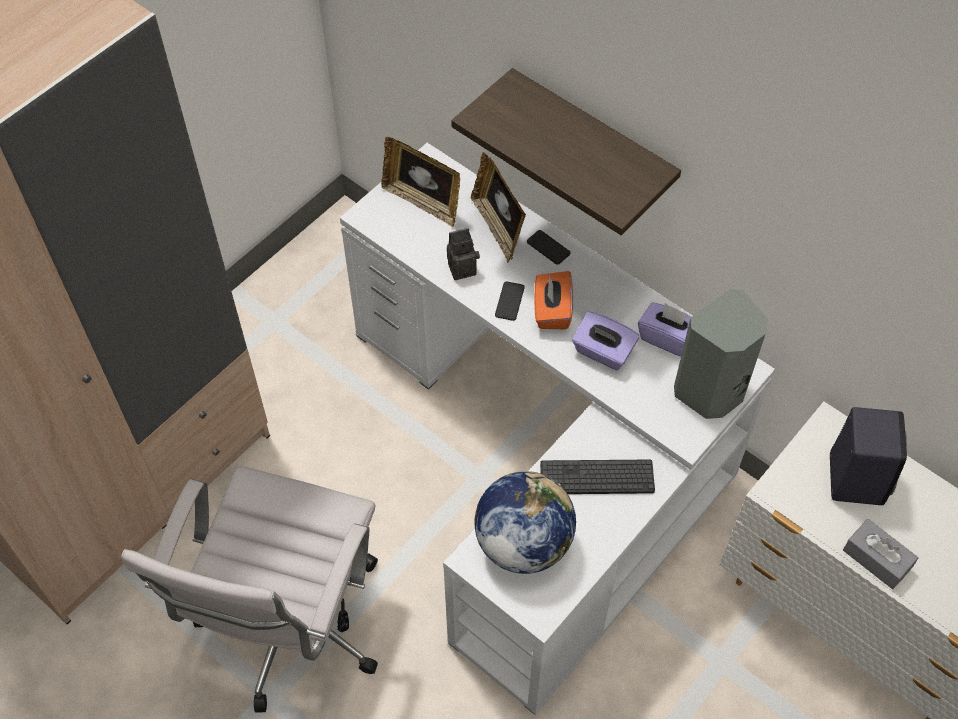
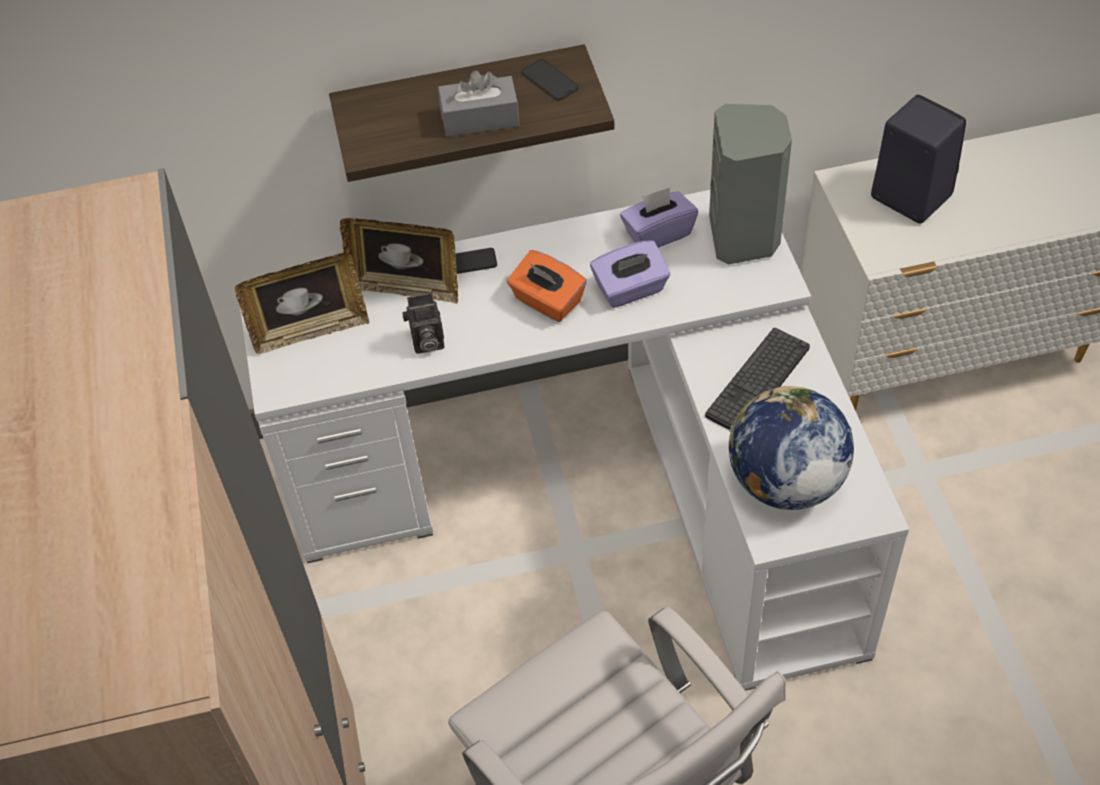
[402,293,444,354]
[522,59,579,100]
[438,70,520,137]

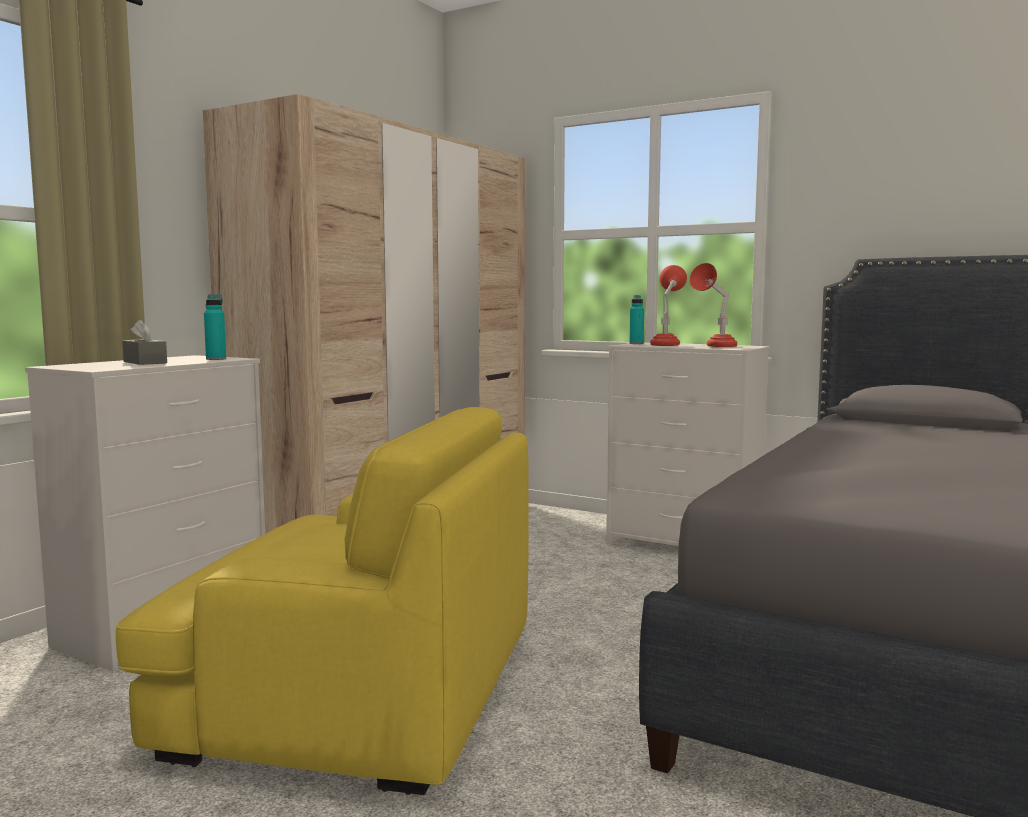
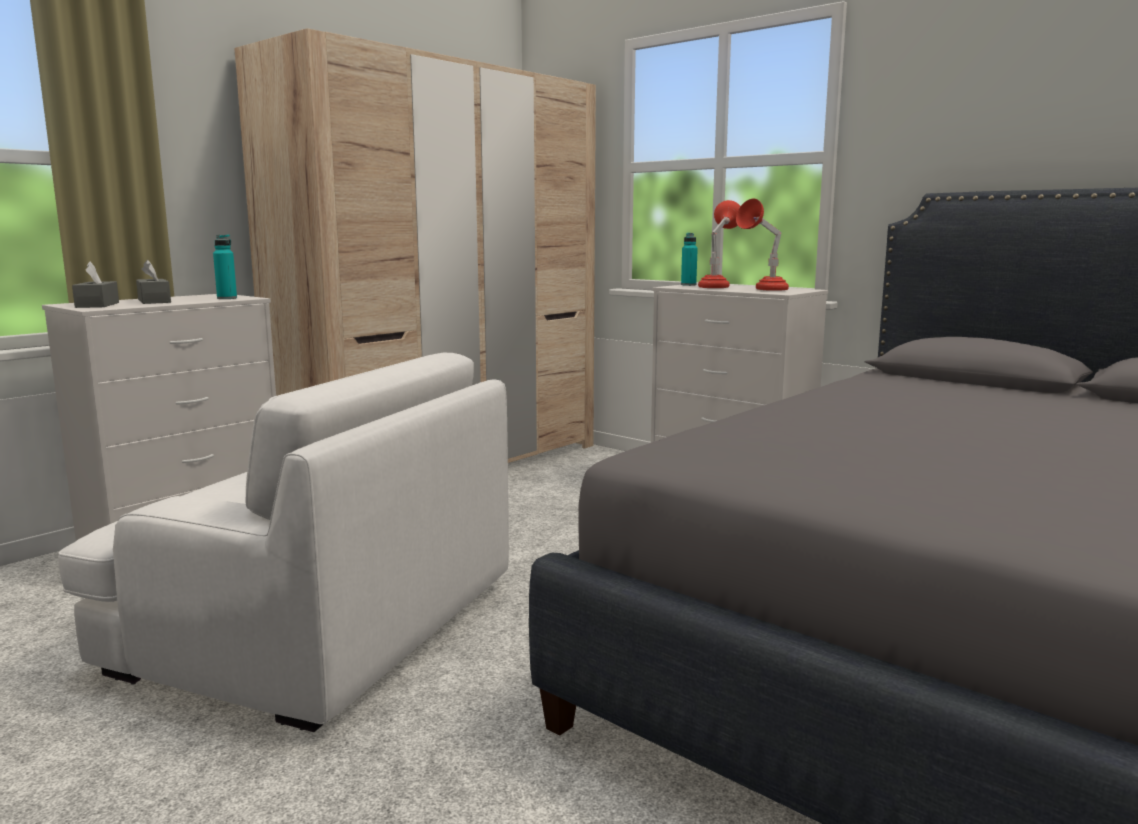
[58,353,509,732]
[72,262,119,308]

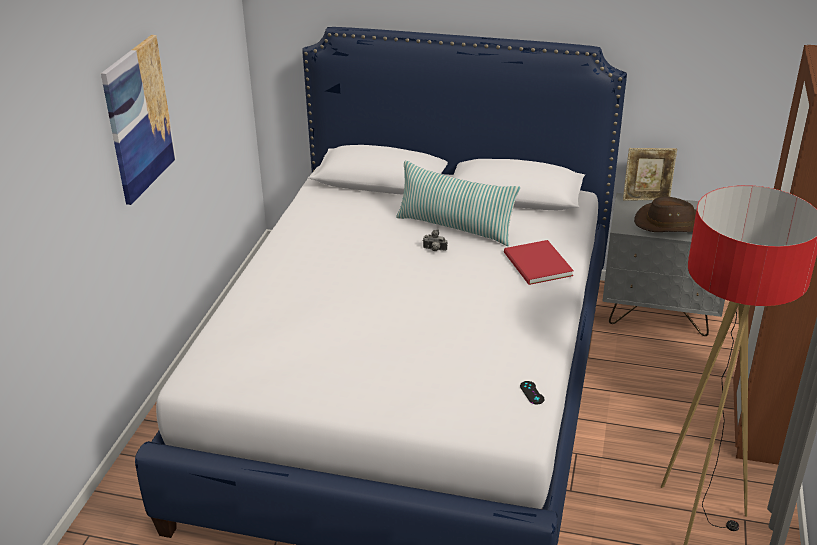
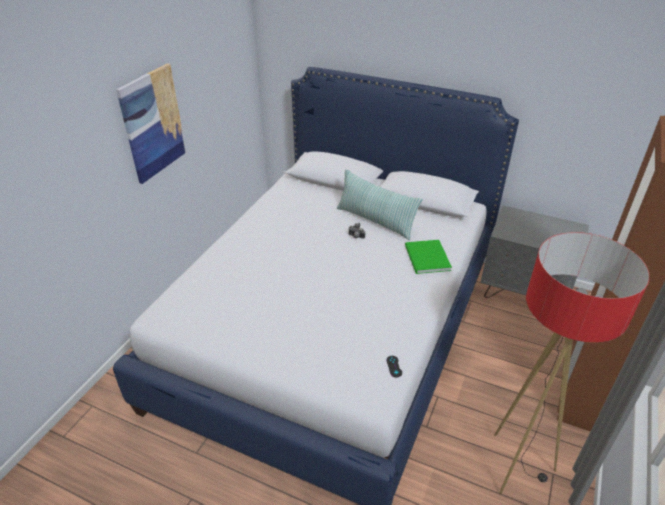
[405,240,452,274]
[623,148,677,201] (first image)
[634,197,696,232] (first image)

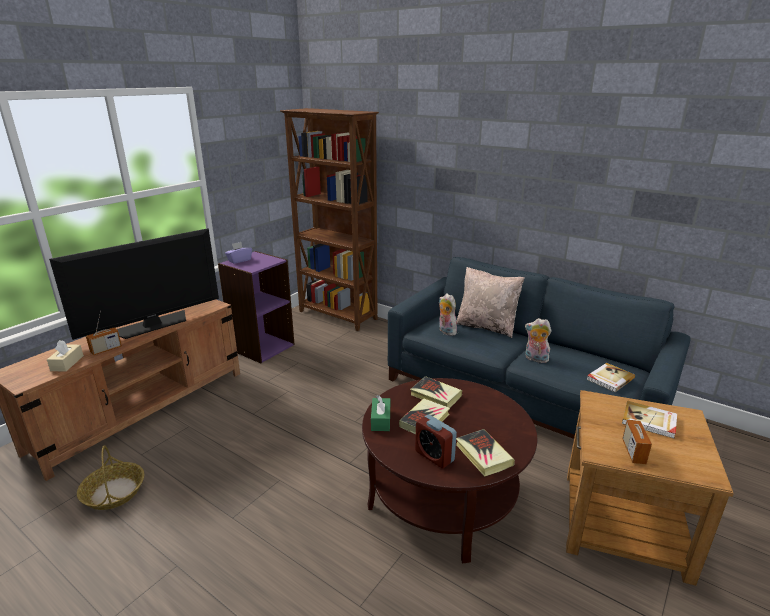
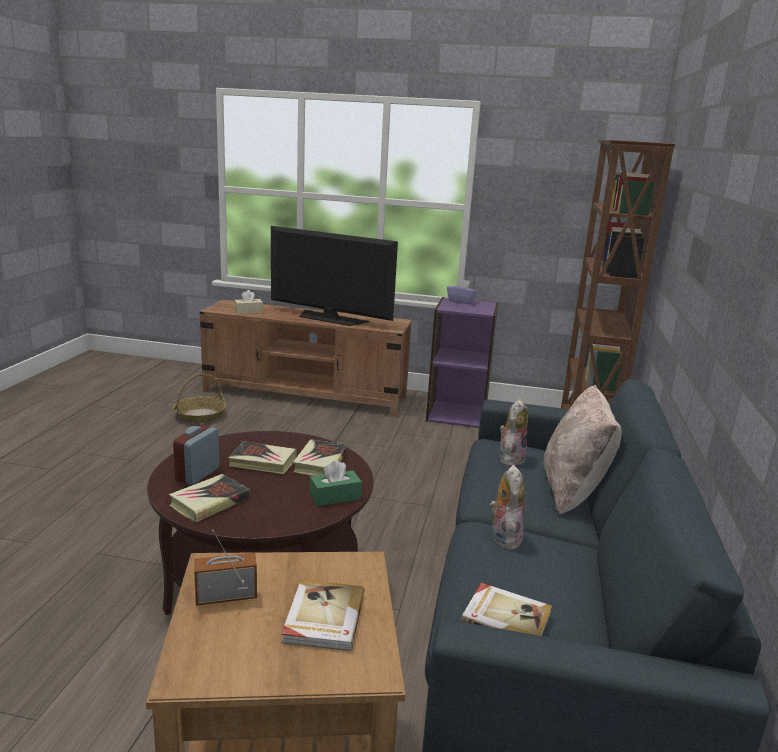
[86,311,122,355] (first image)
[310,460,362,506]

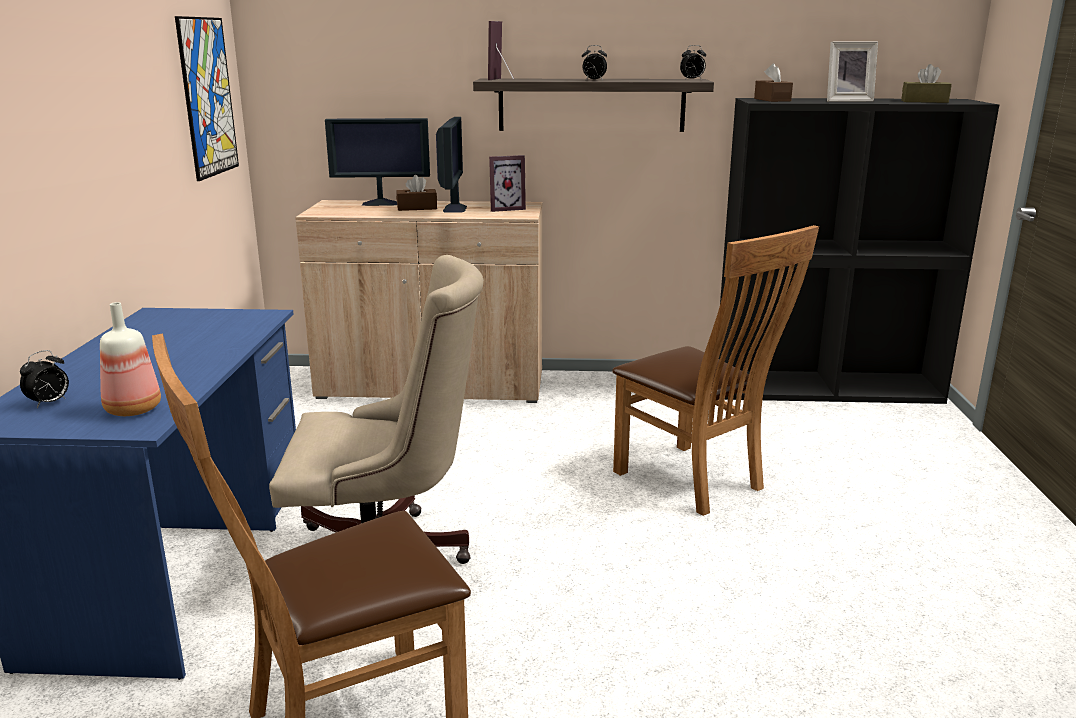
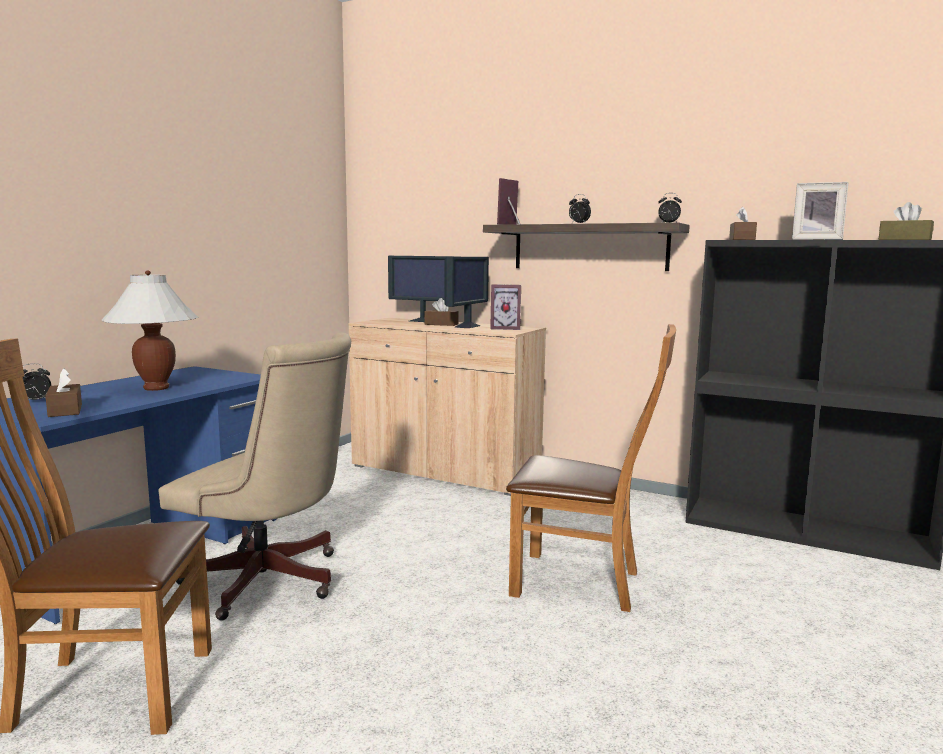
[45,368,82,417]
[175,16,239,181] (first image)
[506,324,676,612]
[102,270,199,391]

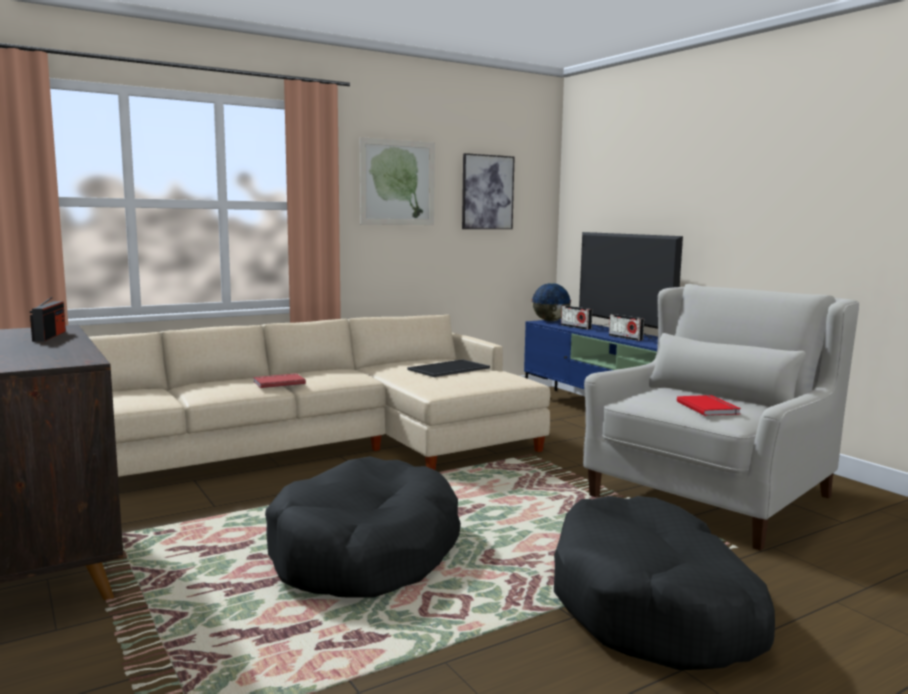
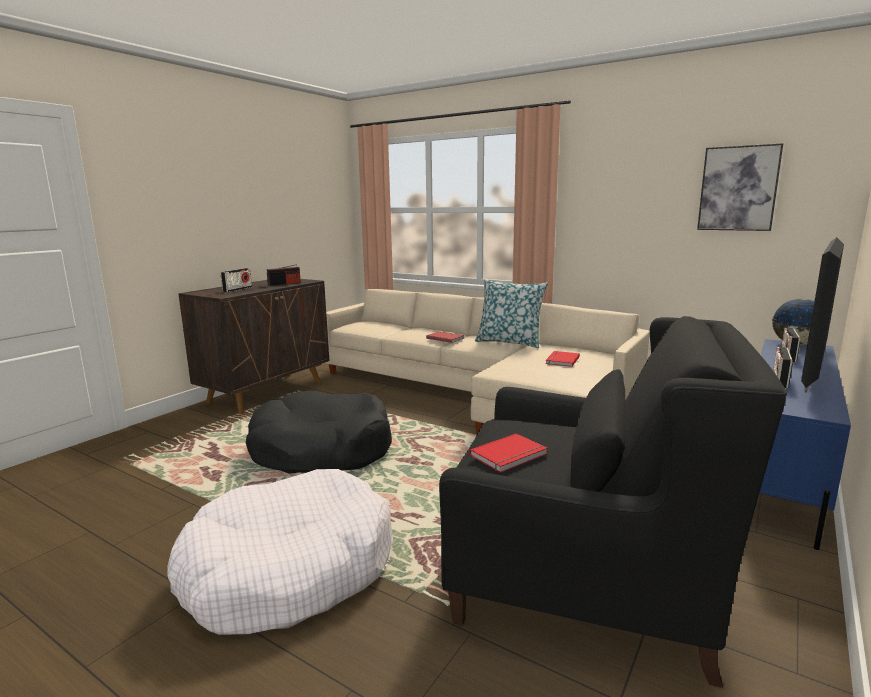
[360,137,435,225] (first image)
[546,351,580,367]
[167,469,393,635]
[439,316,788,688]
[221,268,252,292]
[475,279,548,348]

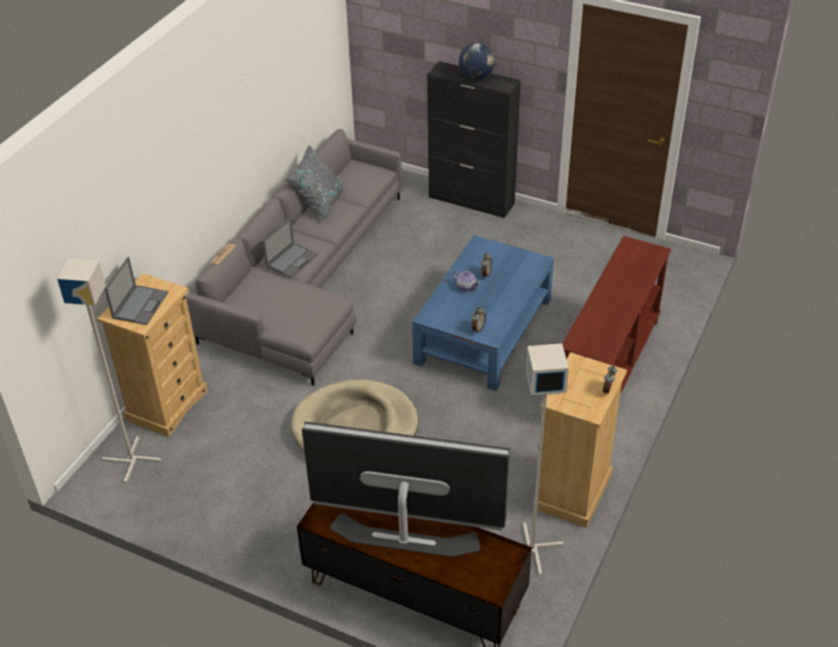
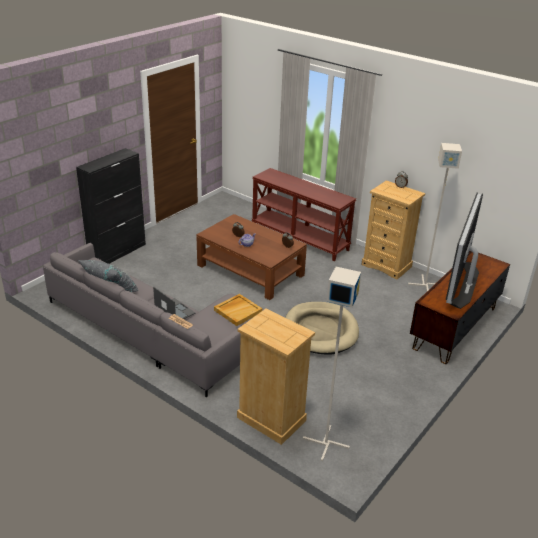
[105,257,168,325] (first image)
[196,214,307,300]
[459,43,495,80] (first image)
[214,294,262,326]

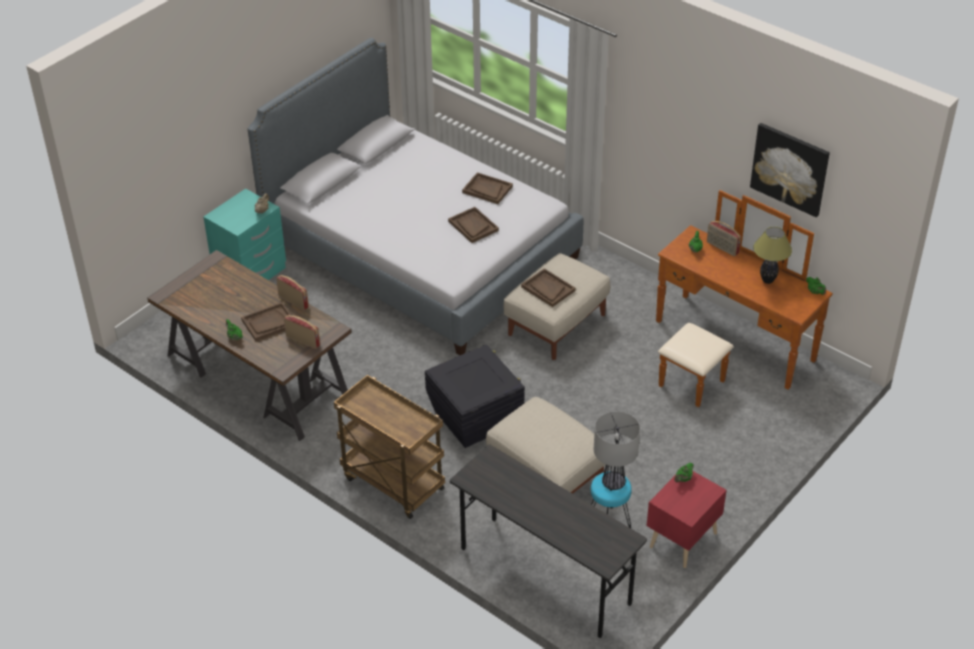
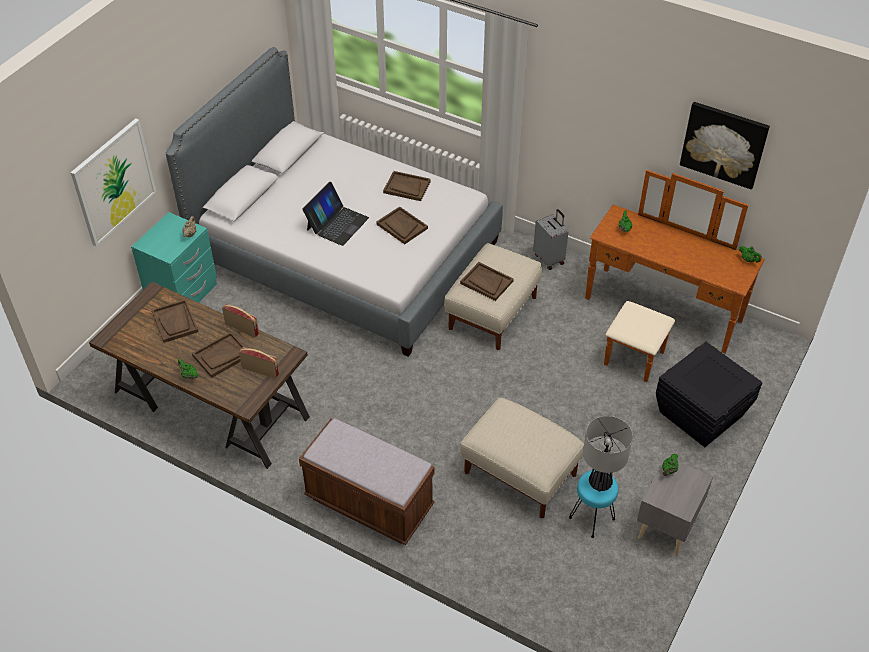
[299,418,435,545]
[656,342,762,447]
[450,444,647,638] (first image)
[637,456,713,556]
[707,221,741,256] (first image)
[753,227,792,284] (first image)
[71,118,157,247]
[151,299,199,343]
[302,182,369,246]
[533,209,569,270]

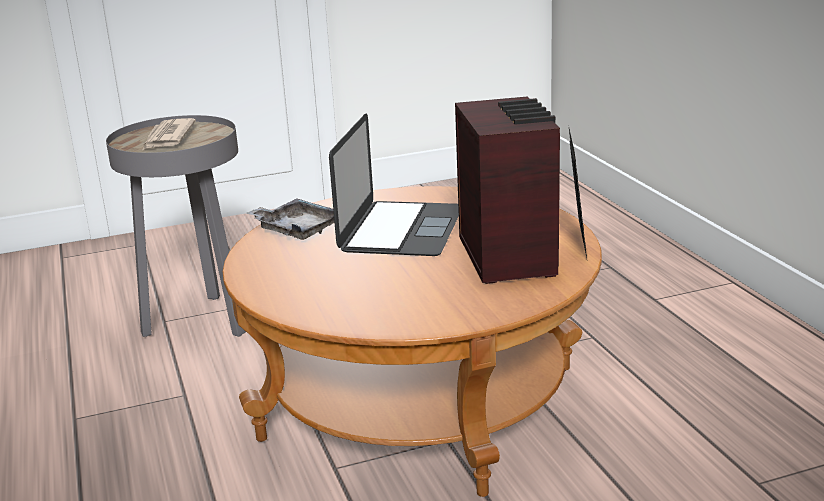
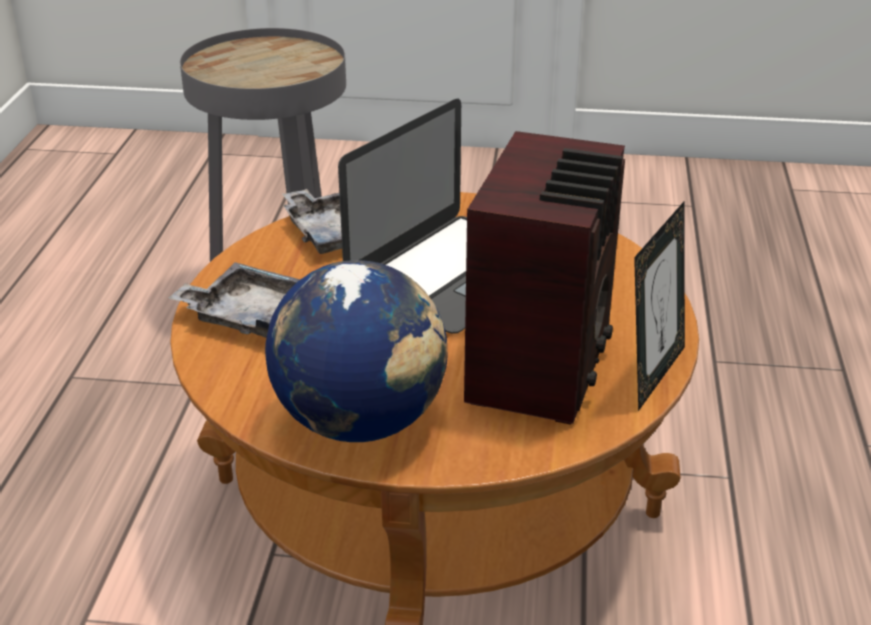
[142,118,196,150] (first image)
[168,262,300,338]
[265,260,447,442]

